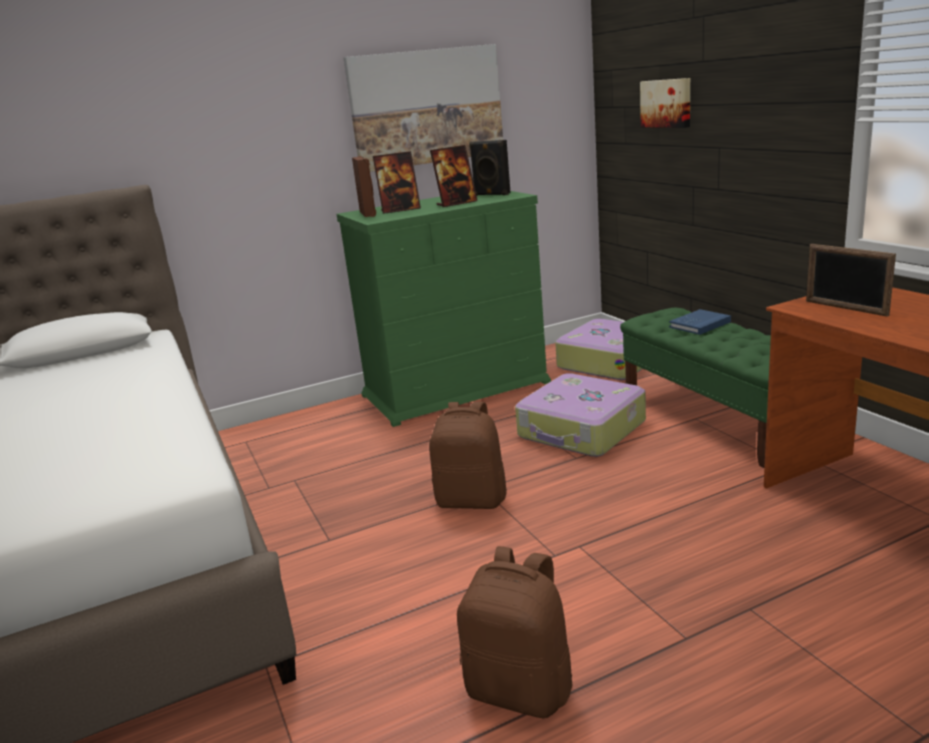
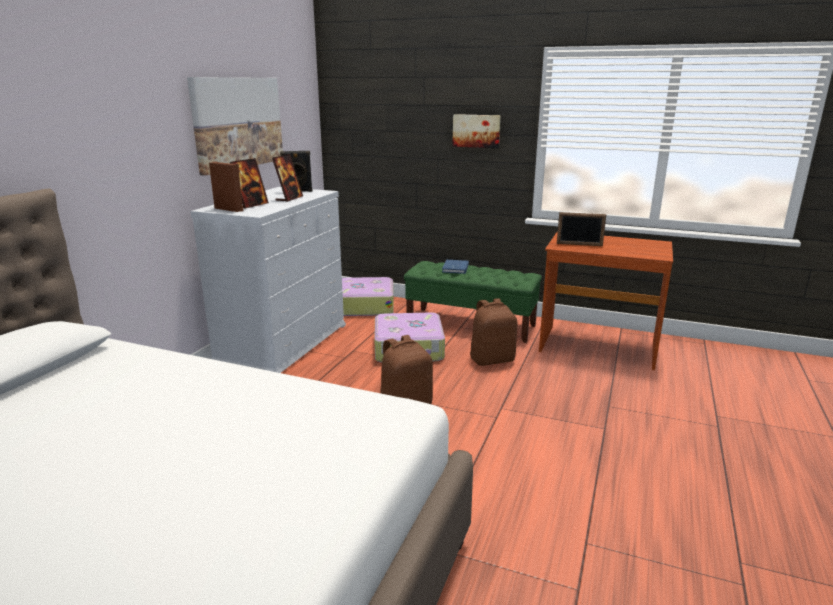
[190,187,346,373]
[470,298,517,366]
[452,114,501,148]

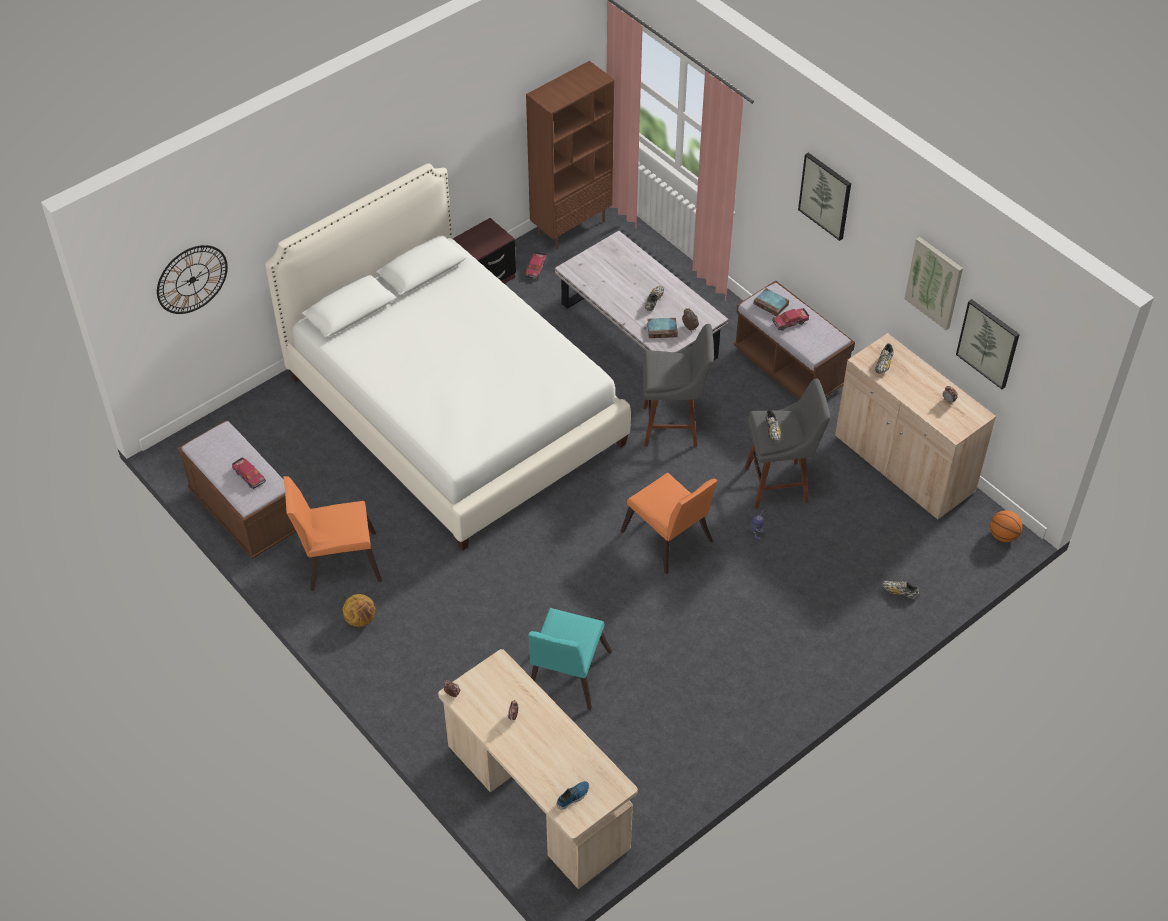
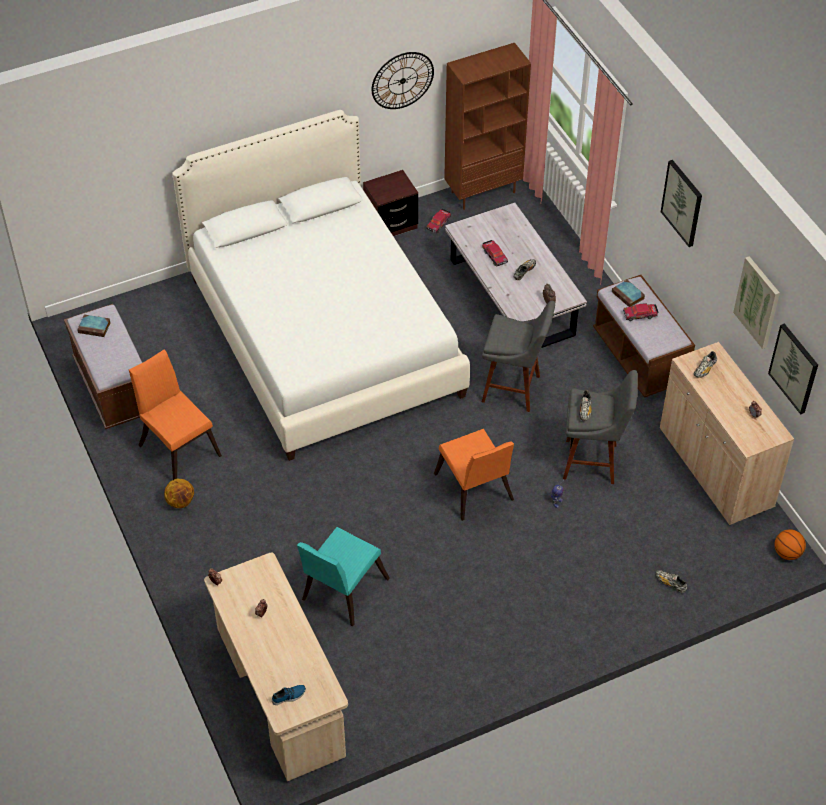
[372,52,434,109]
[482,240,508,266]
[129,350,222,480]
[77,314,111,337]

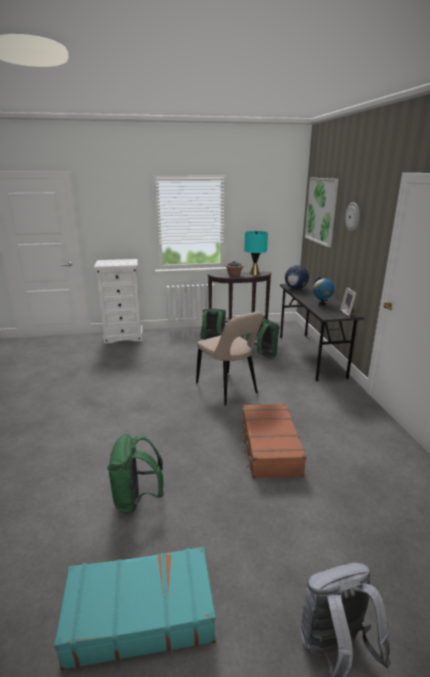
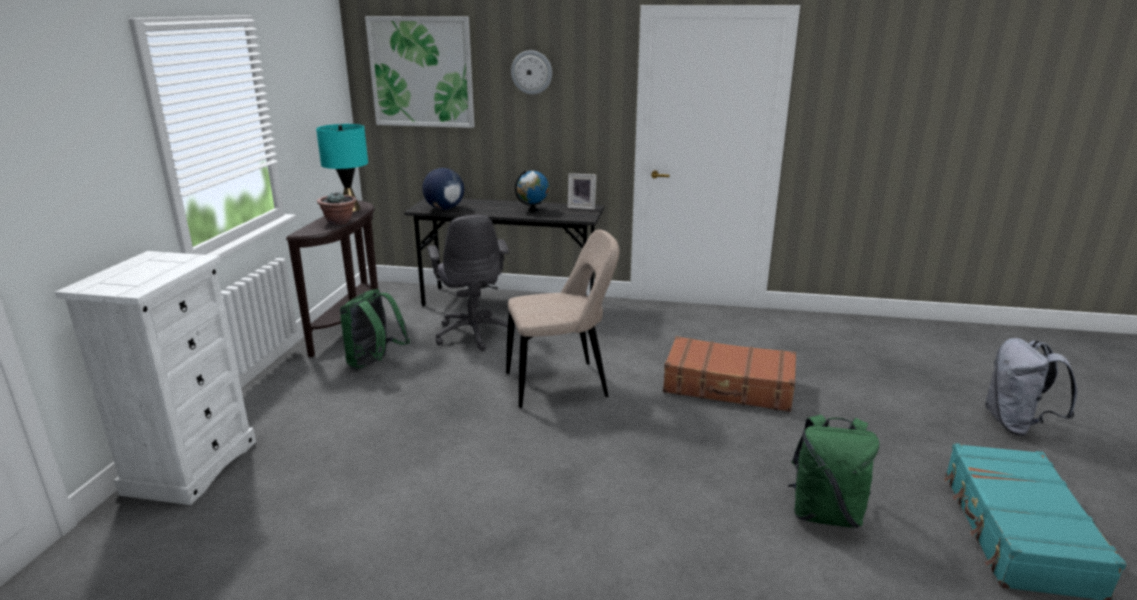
[428,215,509,351]

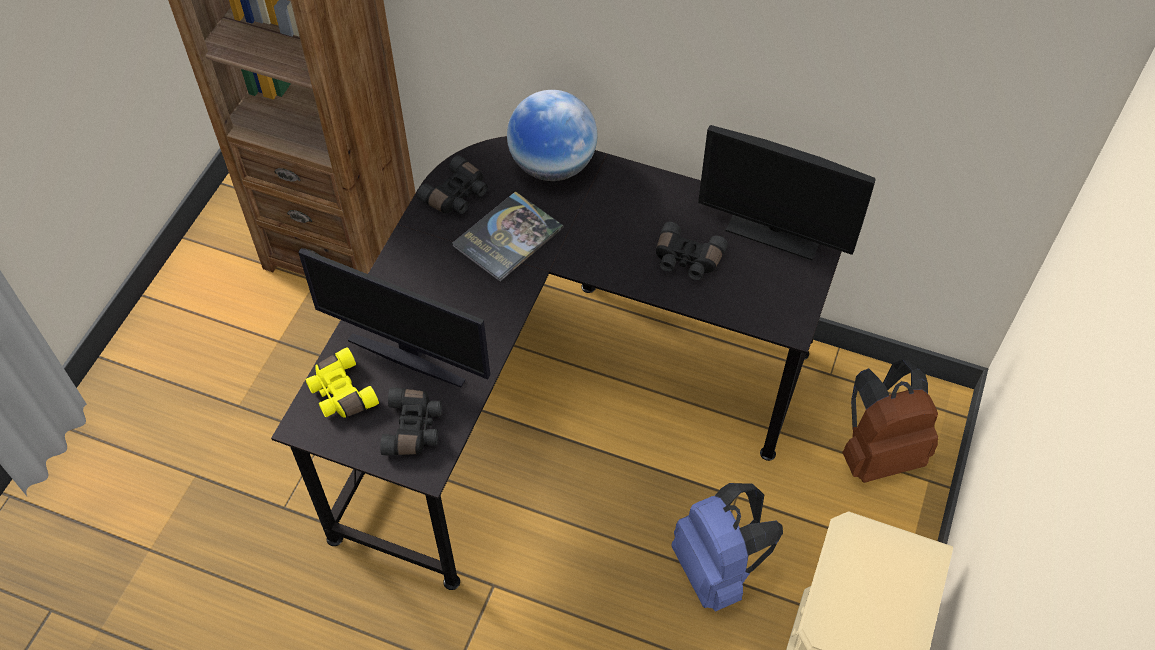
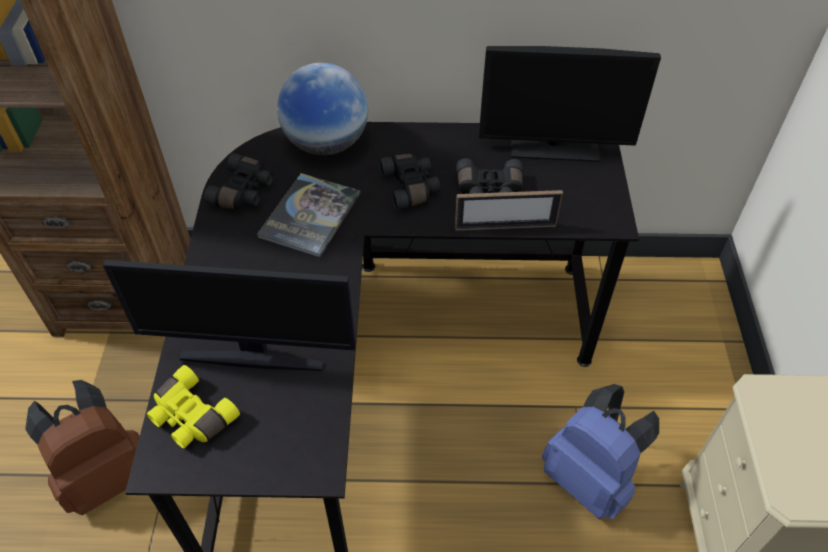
[379,153,440,210]
[25,380,140,515]
[455,190,563,231]

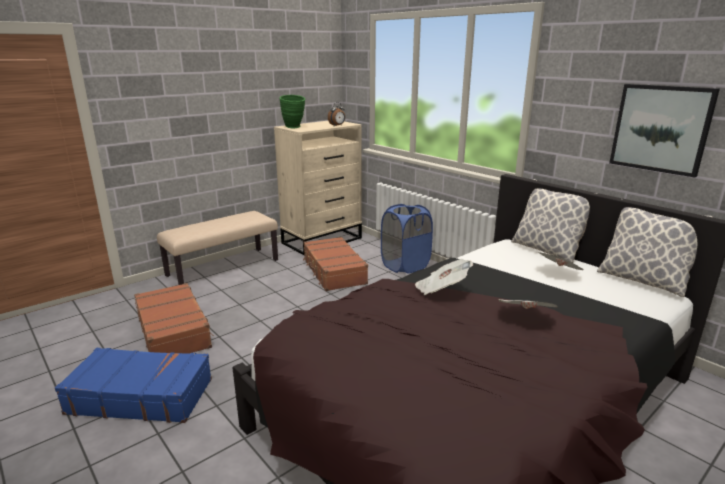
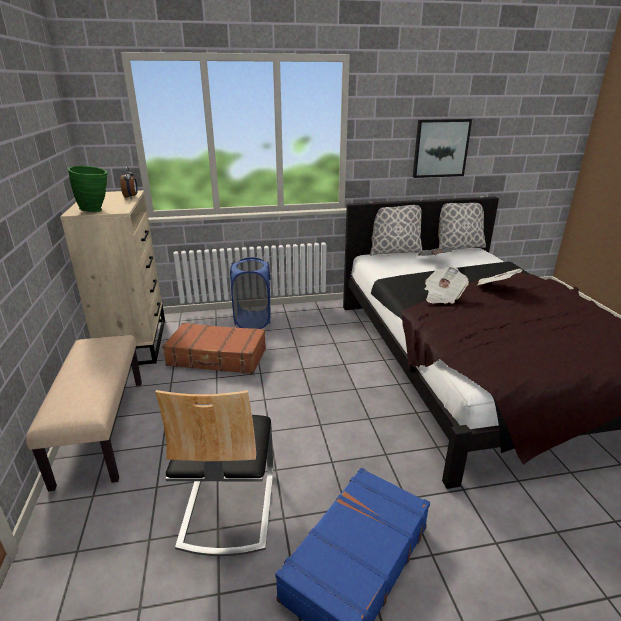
[155,390,273,556]

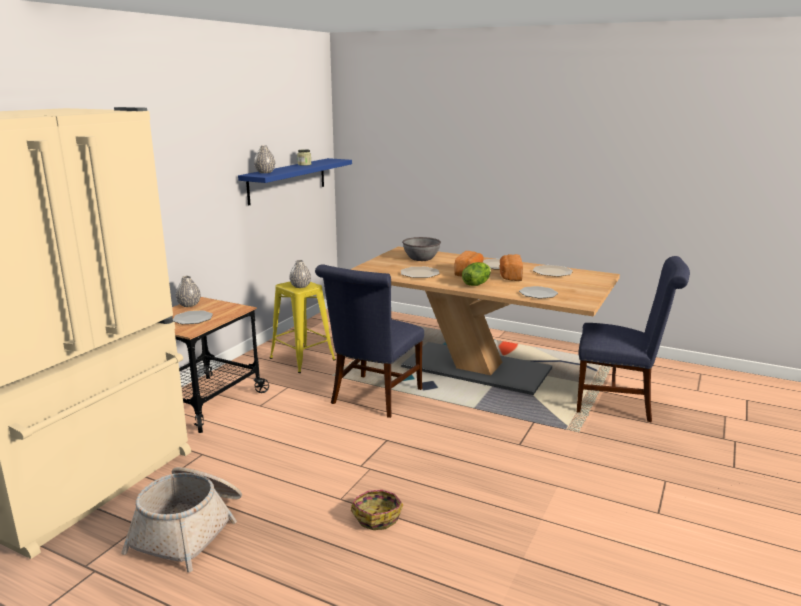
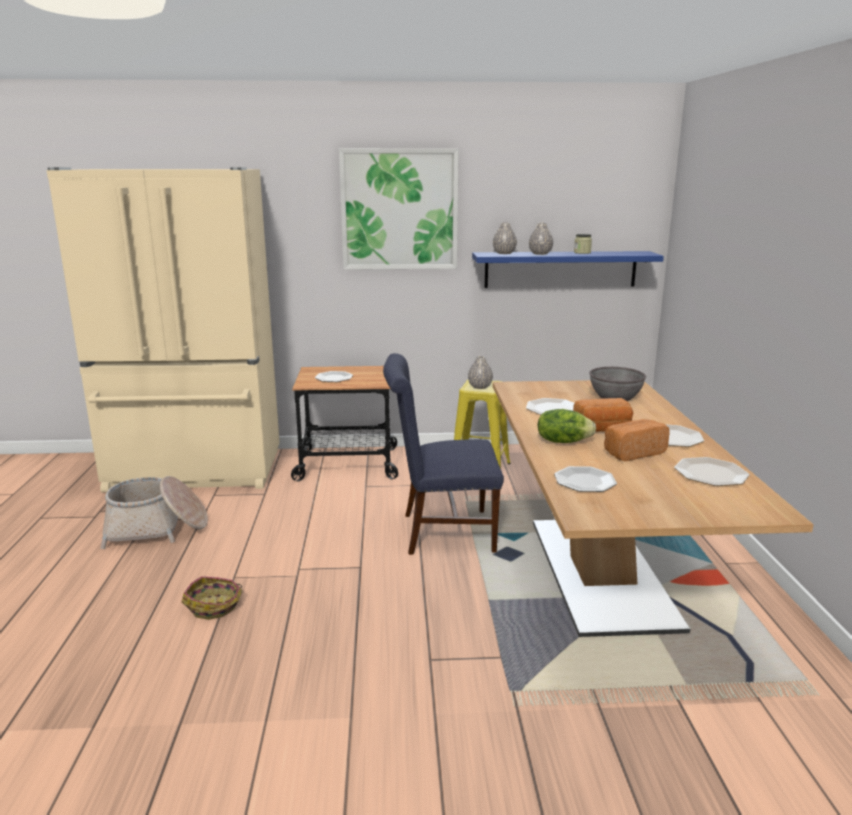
[529,222,553,255]
[577,256,690,422] (first image)
[339,148,459,270]

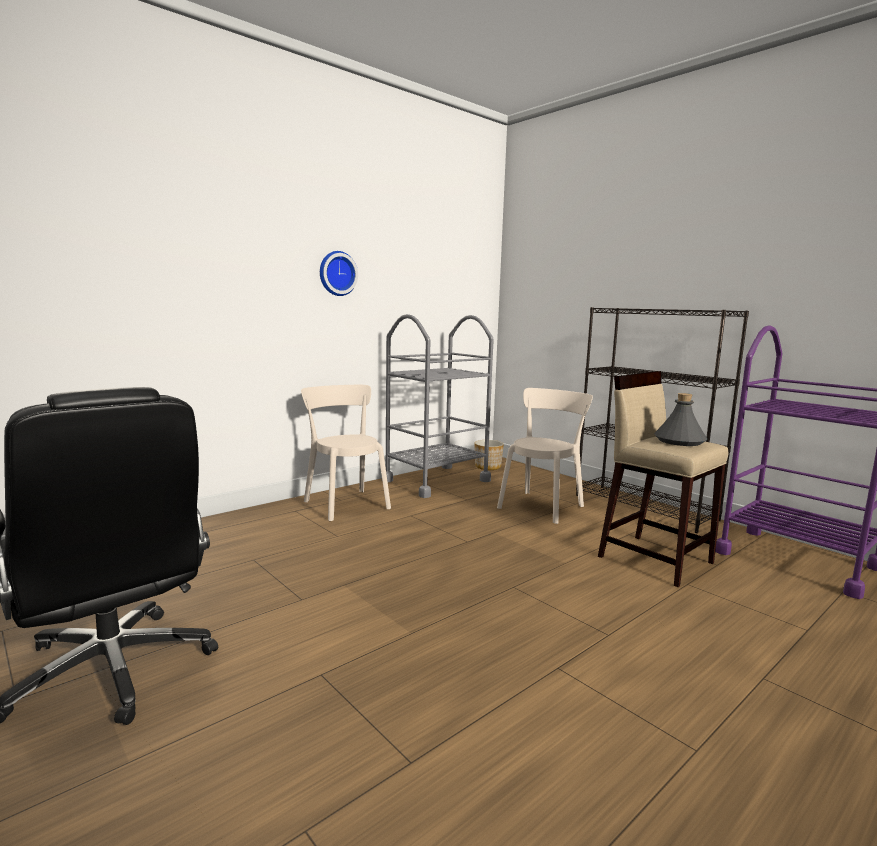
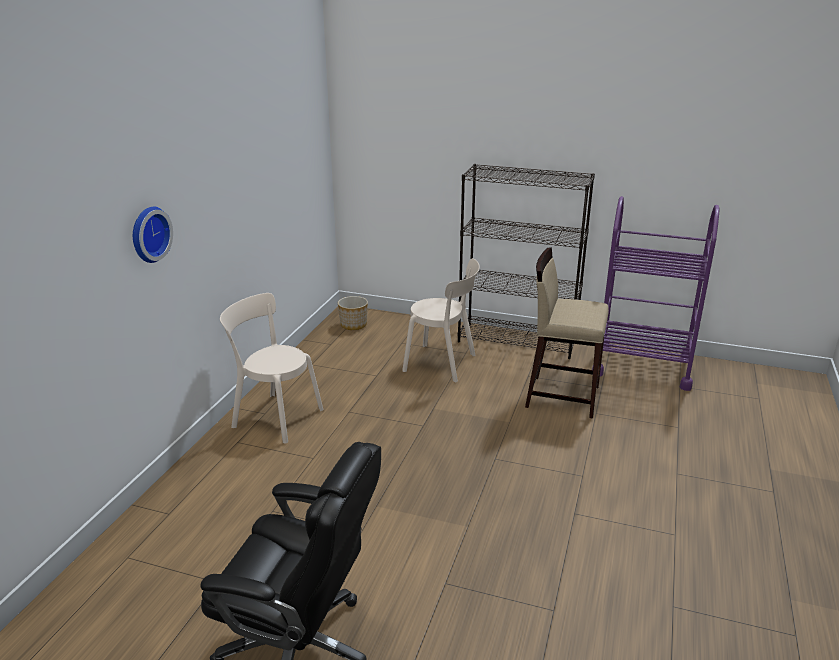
[133,207,173,263]
[386,314,494,498] (first image)
[402,258,480,383]
[654,393,707,446] (first image)

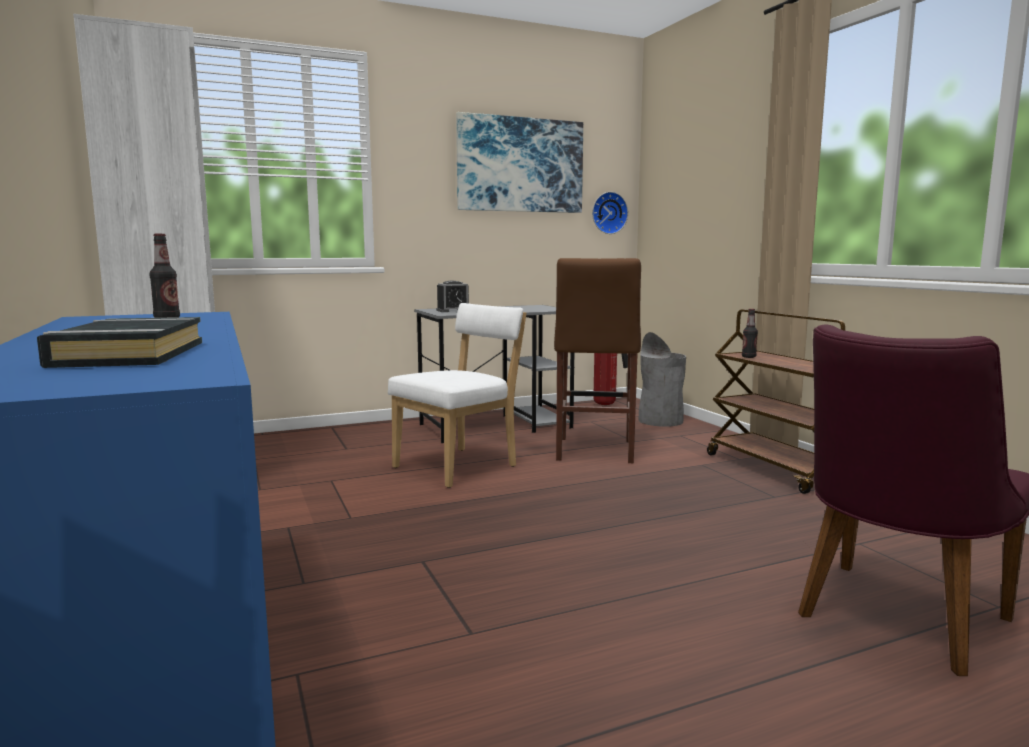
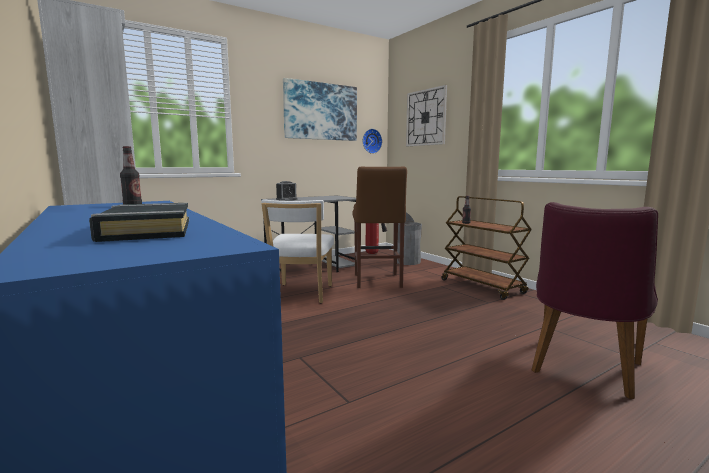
[261,199,334,303]
[406,85,447,146]

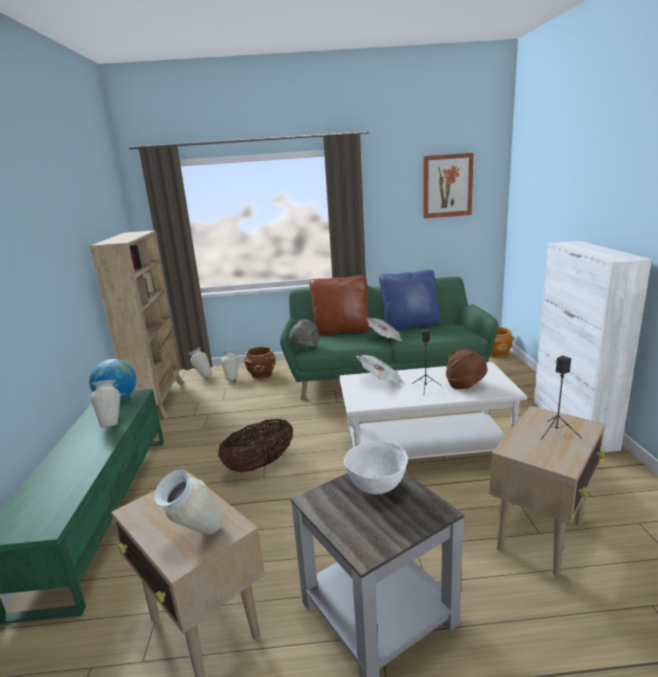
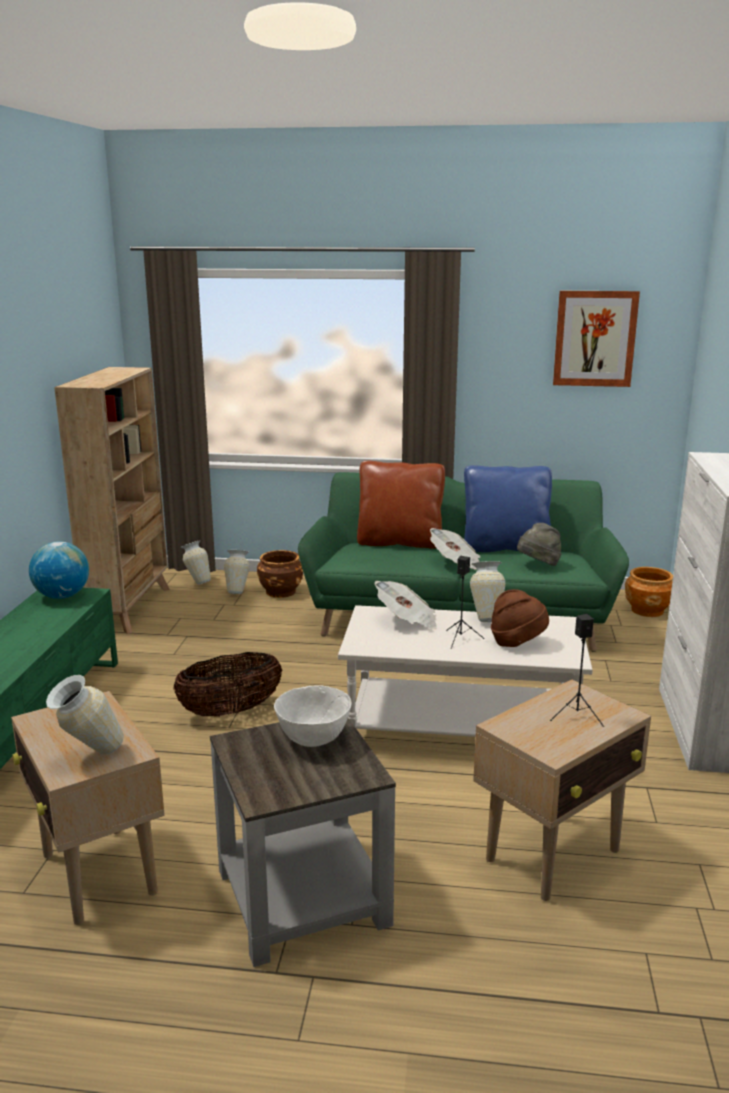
[470,561,505,622]
[517,523,562,566]

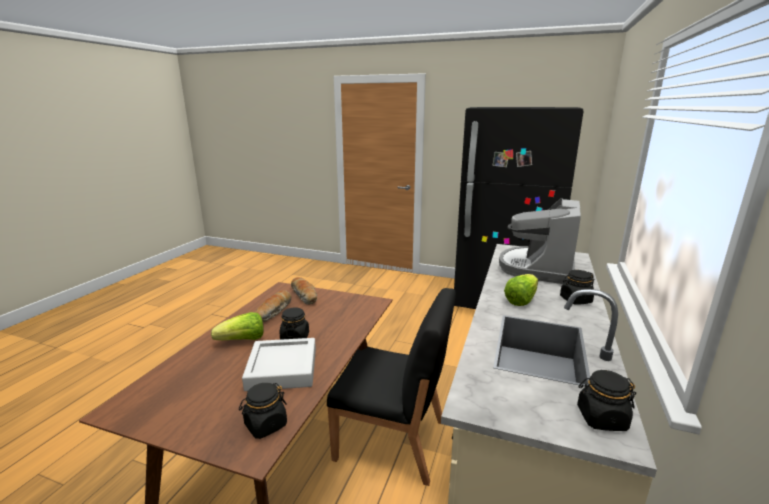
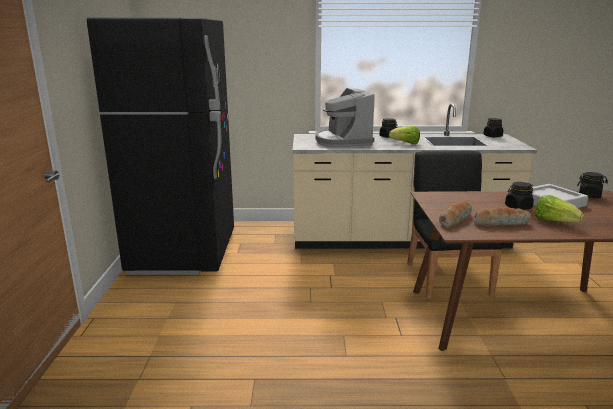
[315,88,375,147]

